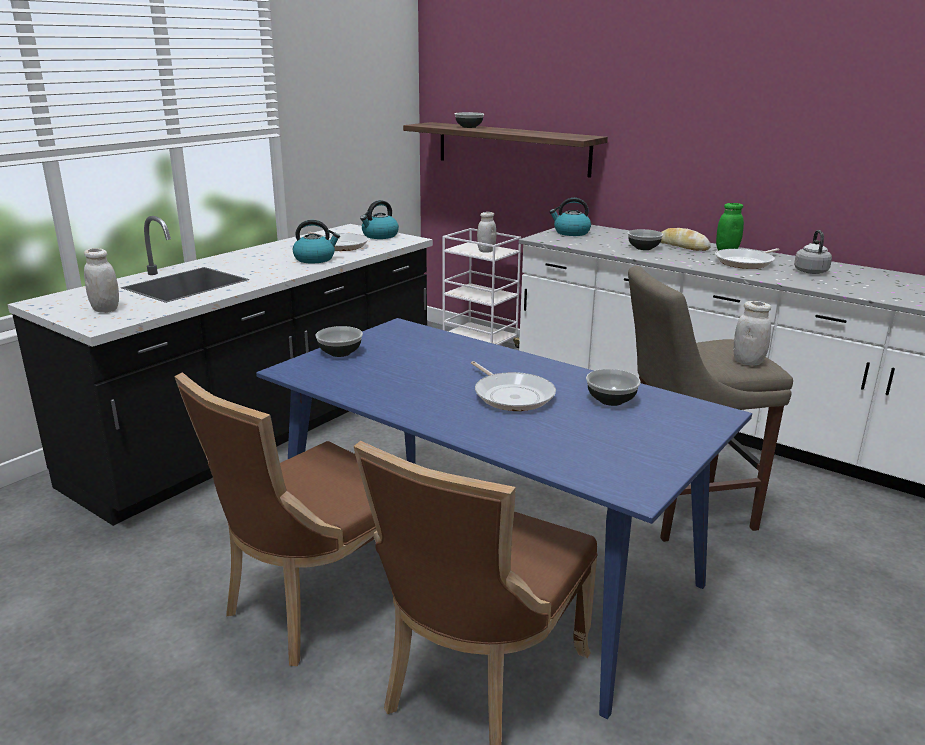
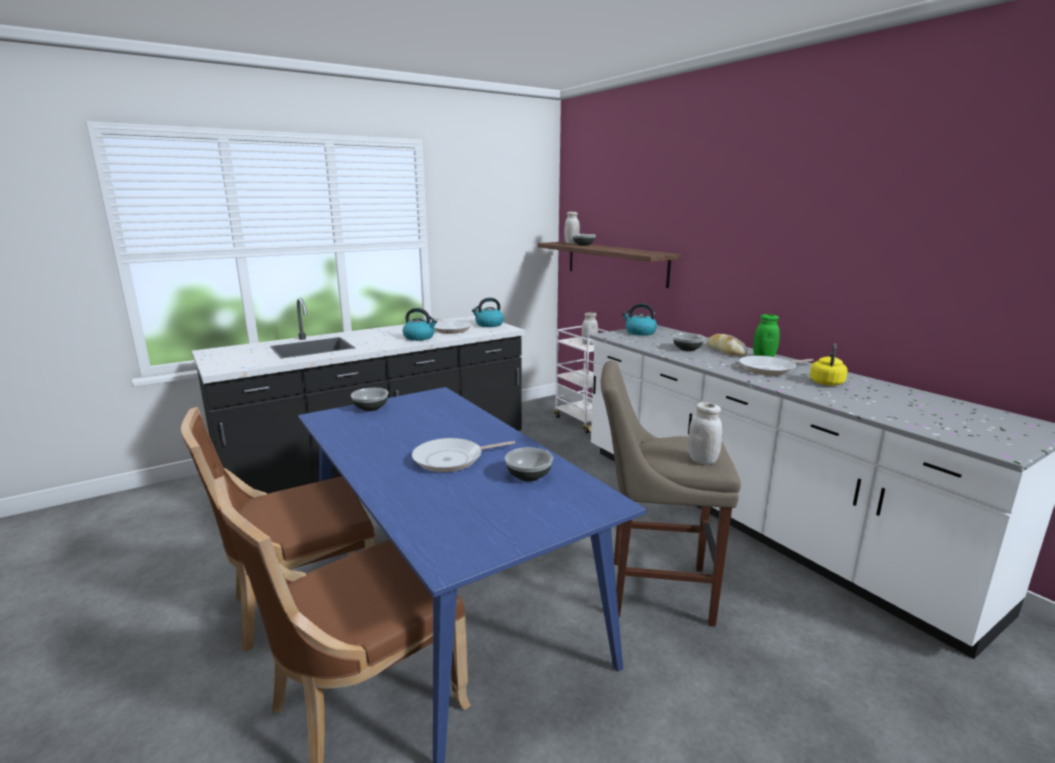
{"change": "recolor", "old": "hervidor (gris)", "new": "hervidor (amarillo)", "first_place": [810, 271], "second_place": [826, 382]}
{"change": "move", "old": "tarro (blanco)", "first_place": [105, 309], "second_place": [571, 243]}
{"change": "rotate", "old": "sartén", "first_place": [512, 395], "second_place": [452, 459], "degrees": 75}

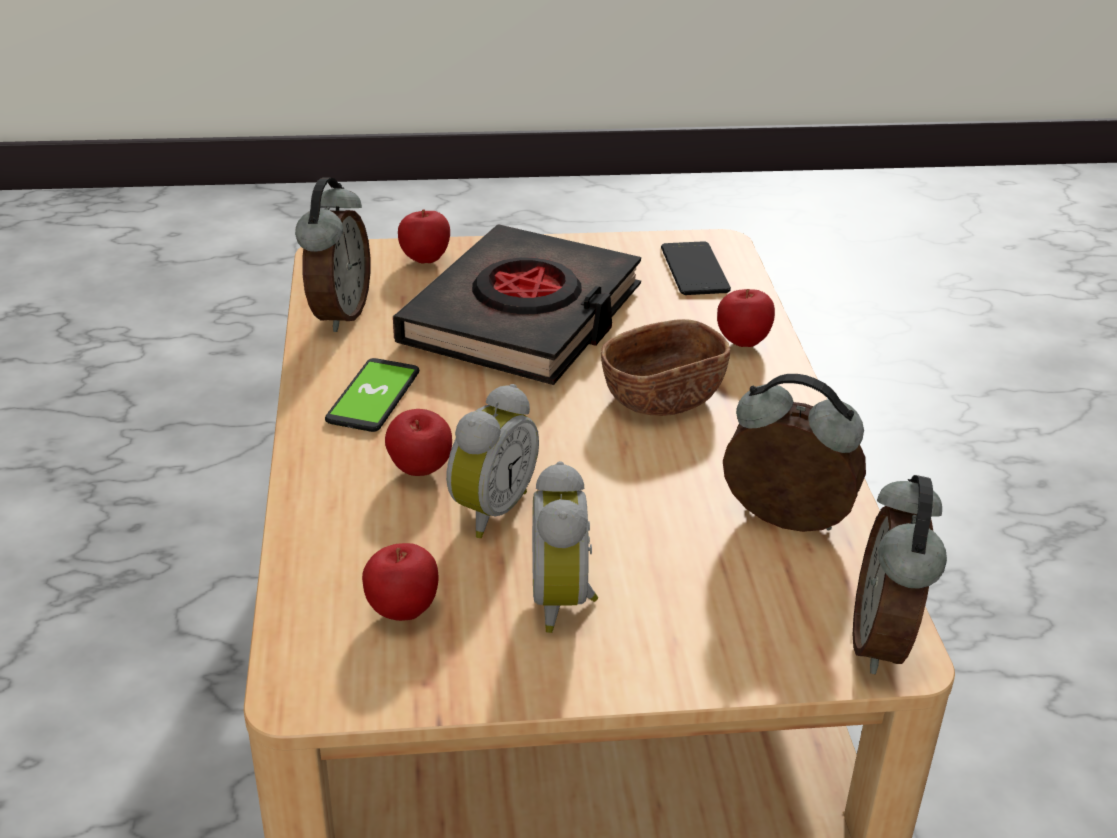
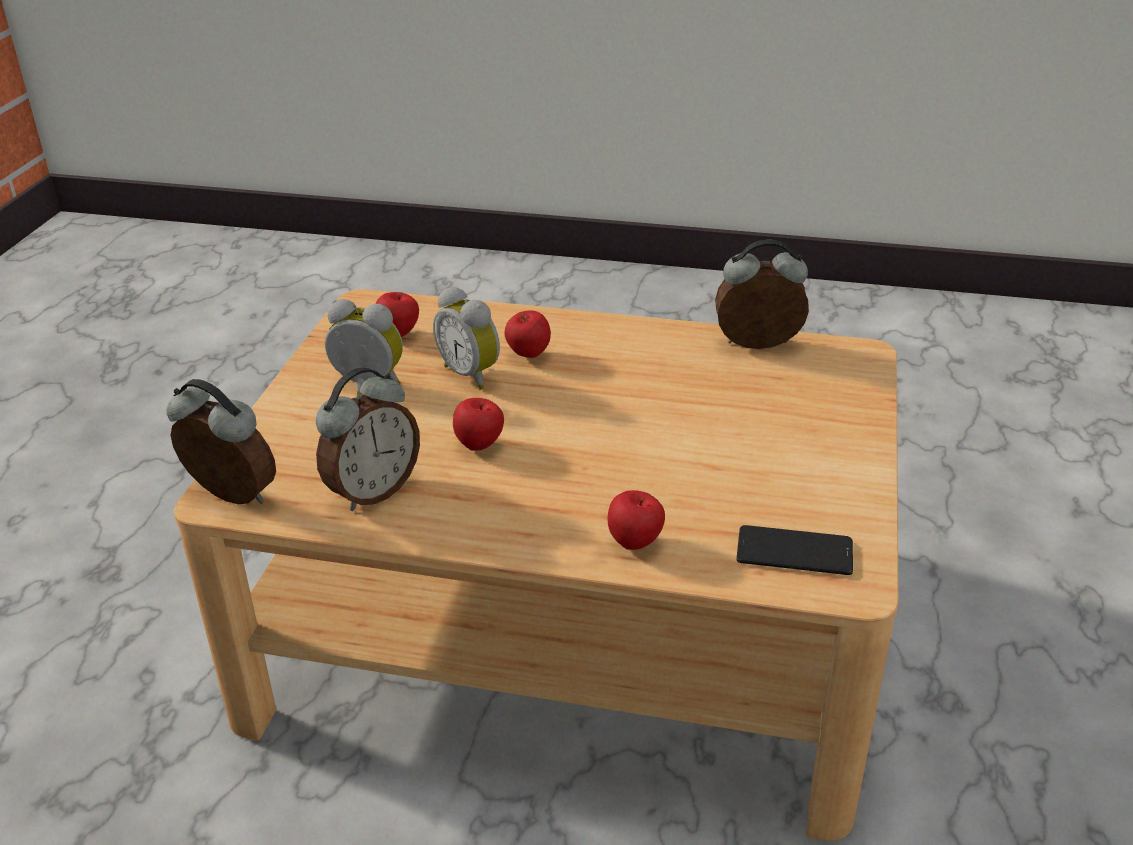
{"change": "rotate", "old": "despertador", "first_place": [337, 314], "second_place": [758, 346], "degrees": 150}
{"change": "move", "old": "manzana", "first_place": [424, 260], "second_place": [480, 446]}
{"change": "delete", "old": "libro (negro)", "first_place": [523, 317]}
{"change": "delete", "old": "cuenco (marrón)", "first_place": [662, 397]}
{"change": "delete", "old": "móvil", "first_place": [373, 397]}

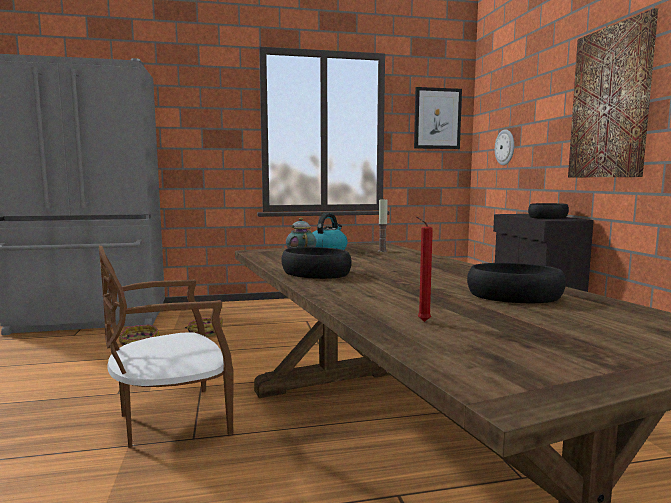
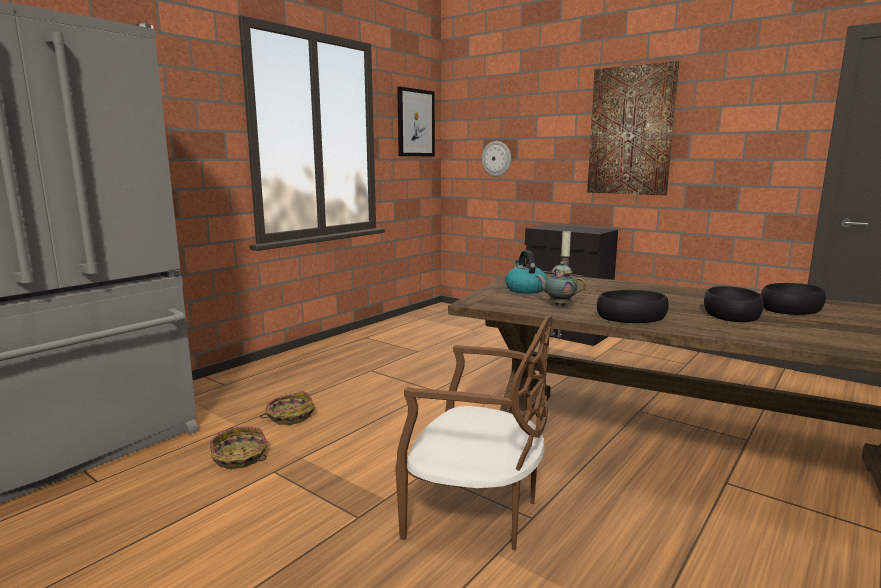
{"change": "move", "old": "cuenco (negro)", "first_place": [548, 217], "second_place": [732, 314]}
{"change": "delete", "old": "vela (rojo)", "first_place": [422, 321]}
{"change": "rotate", "old": "silla (marrón)", "first_place": [171, 420], "second_place": [476, 513], "degrees": -90}

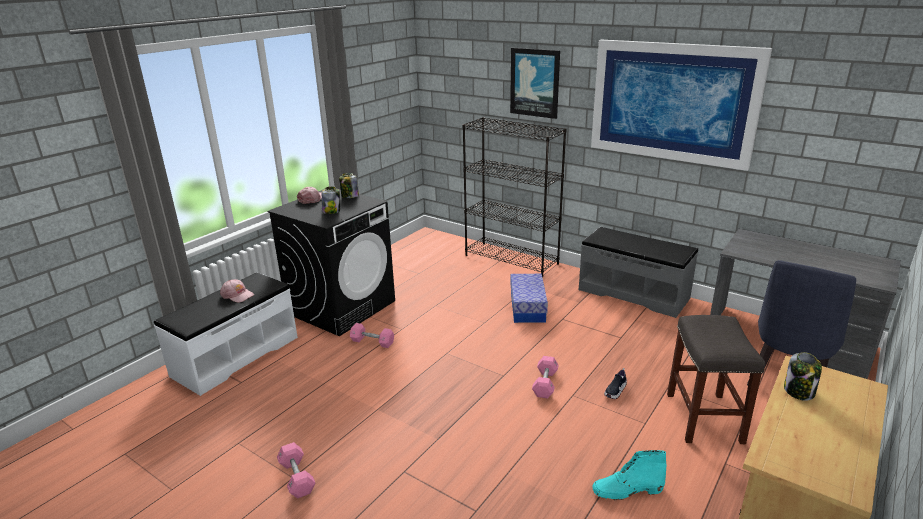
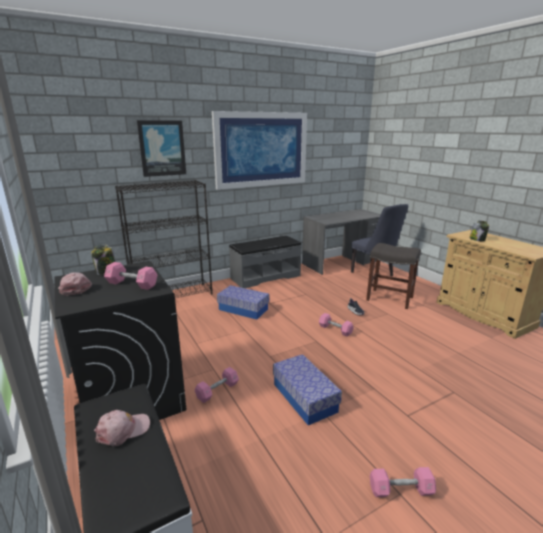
{"change": "replace", "old": "tarro", "new": "mancuerna (rosa)", "first_place": [331, 211], "second_place": [132, 284]}
{"change": "delete", "old": "bota (turquesa)", "first_place": [627, 490]}
{"change": "insert", "new": "caja de almacenaje", "second_place": [304, 397]}

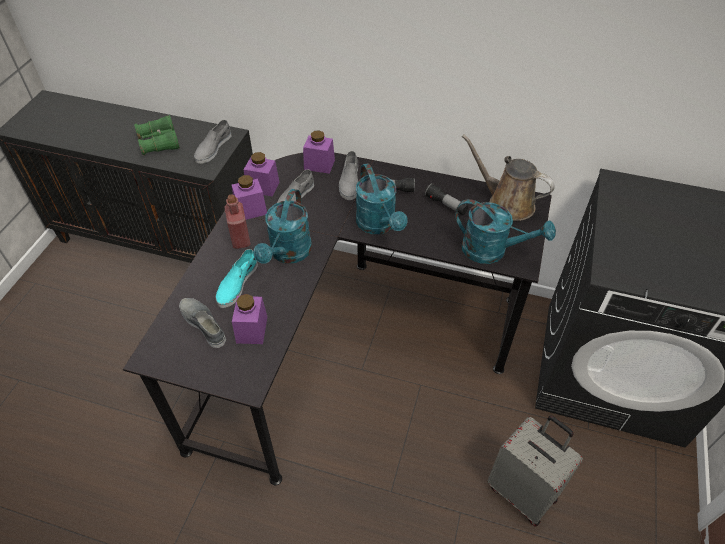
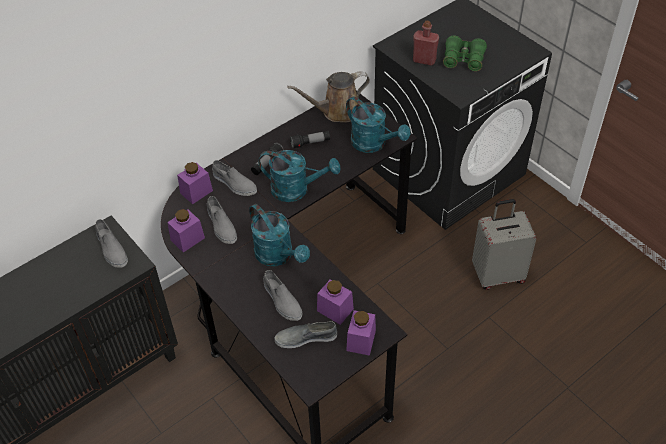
{"change": "move", "old": "prismáticos (verde)", "first_place": [159, 142], "second_place": [463, 60]}
{"change": "move", "old": "tarro (morado)", "first_place": [251, 210], "second_place": [361, 340]}
{"change": "move", "old": "botella (rojo)", "first_place": [240, 239], "second_place": [424, 60]}
{"change": "rotate", "old": "regadera (turquesa)", "first_place": [492, 251], "second_place": [373, 144], "degrees": 75}
{"change": "recolor", "old": "zapato (turquesa)", "new": "zapato (gris)", "first_place": [237, 284], "second_place": [282, 300]}

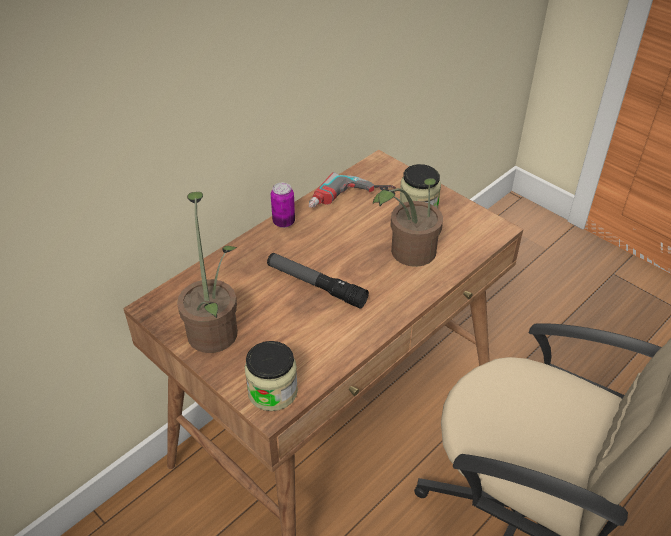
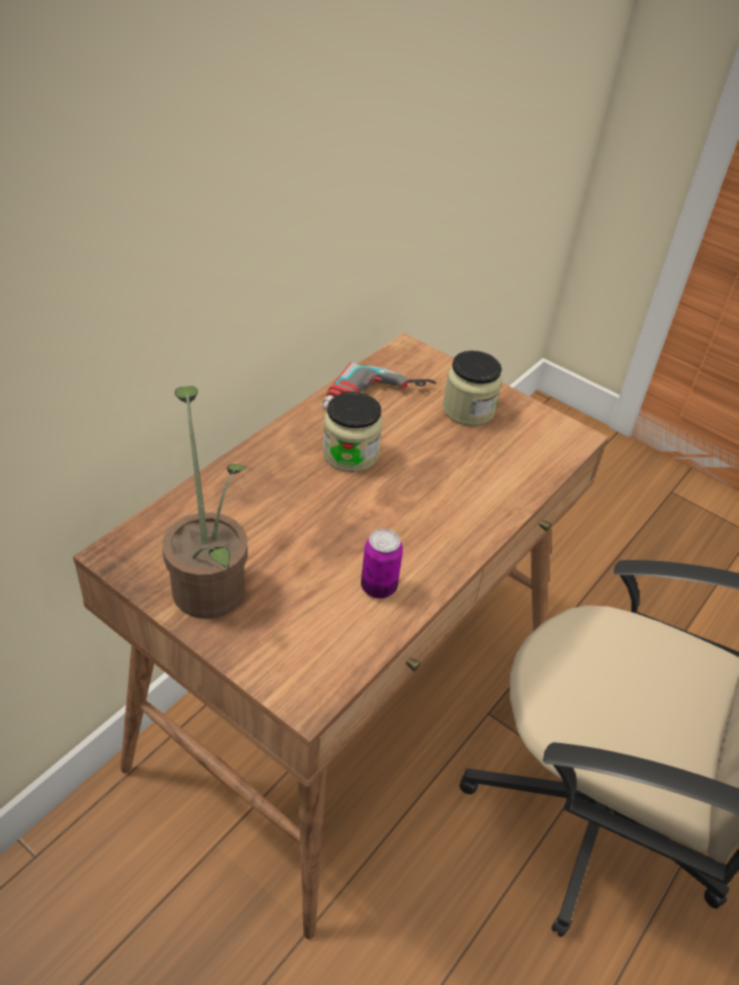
{"change": "delete", "old": "planta en maceta", "first_place": [408, 254]}
{"change": "move", "old": "lata", "first_place": [284, 222], "second_place": [378, 587]}
{"change": "delete", "old": "linterna", "first_place": [316, 285]}
{"change": "move", "old": "tarro", "first_place": [272, 391], "second_place": [350, 454]}

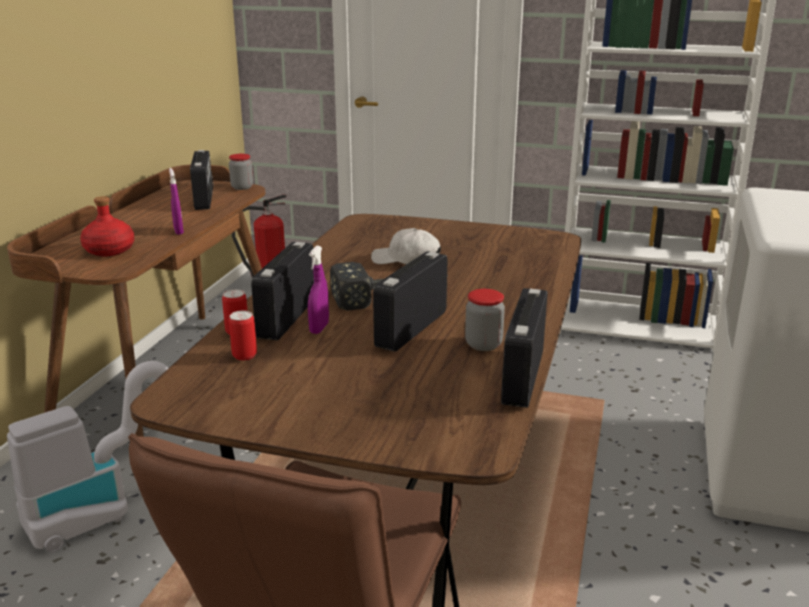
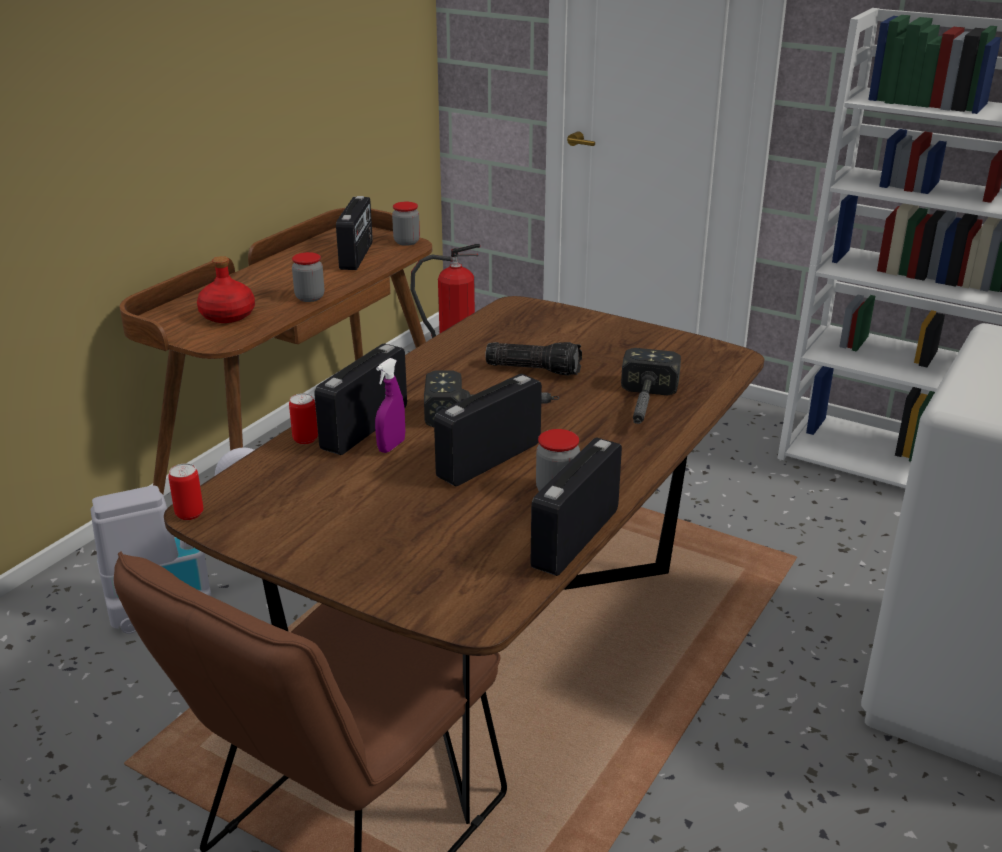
{"change": "replace", "old": "pulverizador (morado)", "new": "tarro", "first_place": [178, 231], "second_place": [310, 297]}
{"change": "replace", "old": "gorra (blanco)", "new": "linterna", "first_place": [406, 260], "second_place": [534, 369]}
{"change": "move", "old": "lata", "first_place": [244, 356], "second_place": [189, 514]}
{"change": "insert", "new": "martillo", "second_place": [644, 408]}

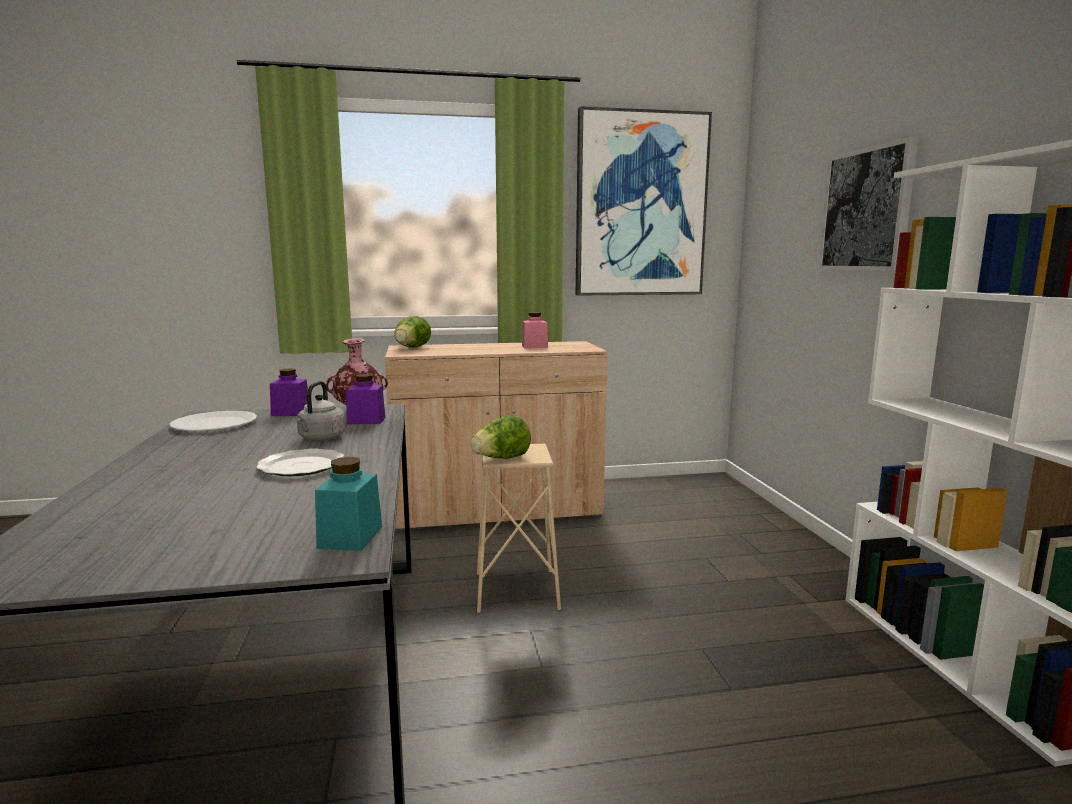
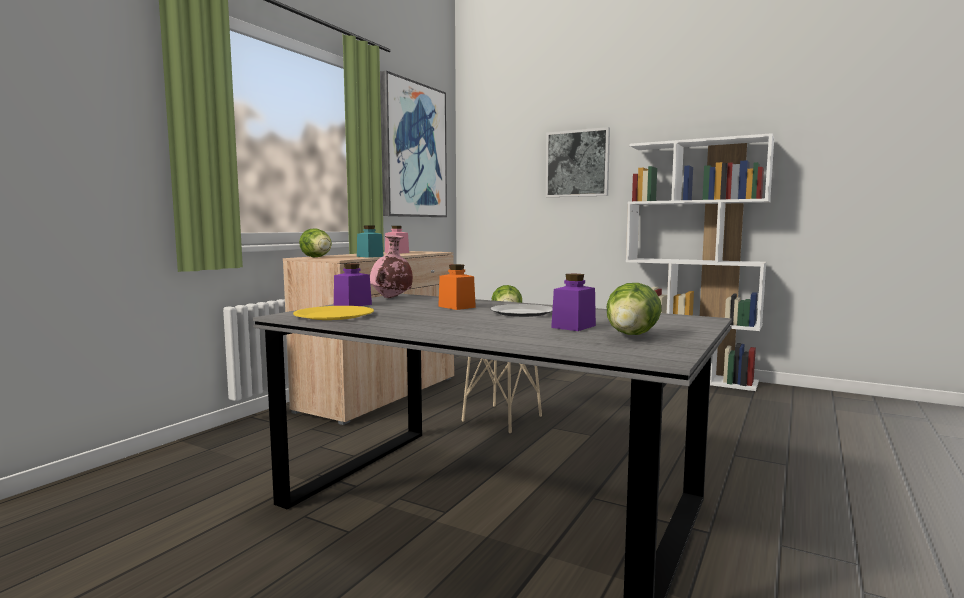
{"change": "move", "old": "tarro (morado)", "first_place": [366, 420], "second_place": [573, 326]}
{"change": "replace", "old": "hervidor (gris)", "new": "tarro (naranja)", "first_place": [320, 438], "second_place": [456, 307]}
{"change": "recolor", "old": "plato (blanco)", "new": "plato (amarillo)", "first_place": [214, 424], "second_place": [334, 315]}
{"change": "move", "old": "tarro (turquesa)", "first_place": [350, 537], "second_place": [370, 256]}
{"change": "insert", "new": "lechuga", "second_place": [631, 336]}

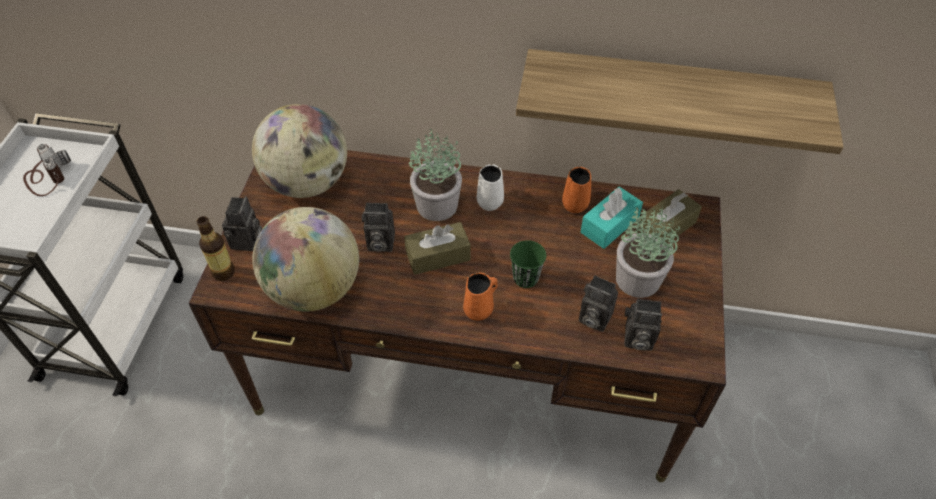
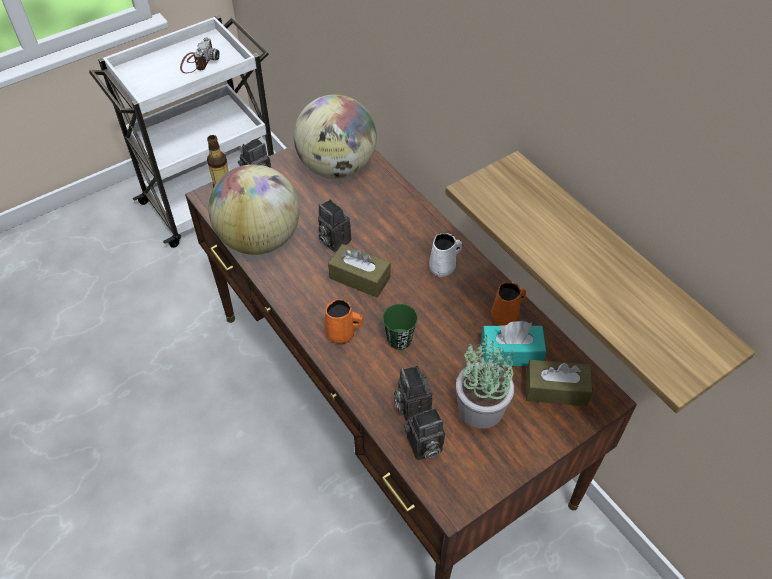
{"change": "delete", "old": "planta en maceta", "first_place": [438, 205]}
{"change": "rotate", "old": "cámara", "first_place": [636, 339], "second_place": [423, 447], "degrees": -75}

